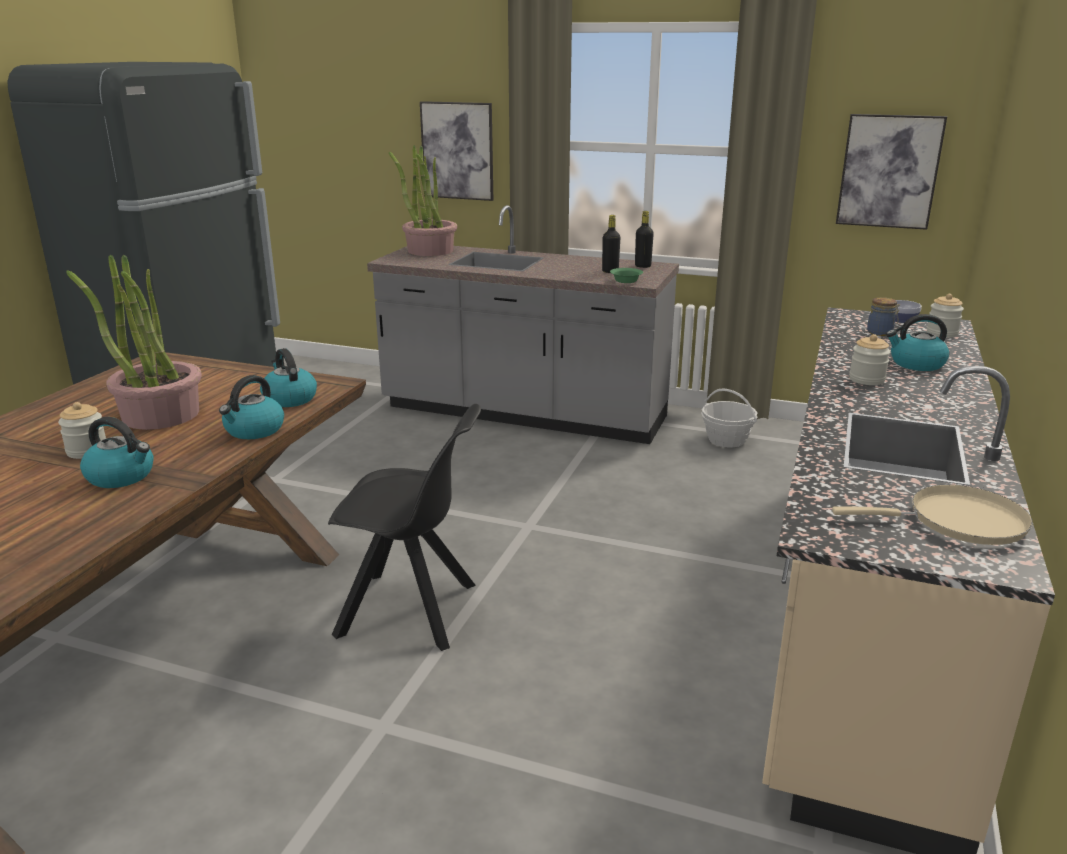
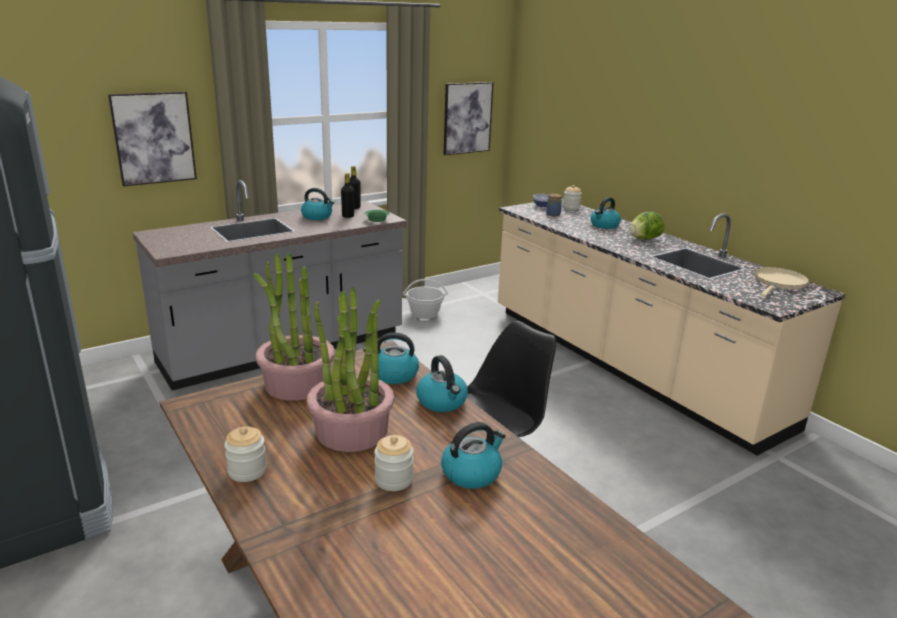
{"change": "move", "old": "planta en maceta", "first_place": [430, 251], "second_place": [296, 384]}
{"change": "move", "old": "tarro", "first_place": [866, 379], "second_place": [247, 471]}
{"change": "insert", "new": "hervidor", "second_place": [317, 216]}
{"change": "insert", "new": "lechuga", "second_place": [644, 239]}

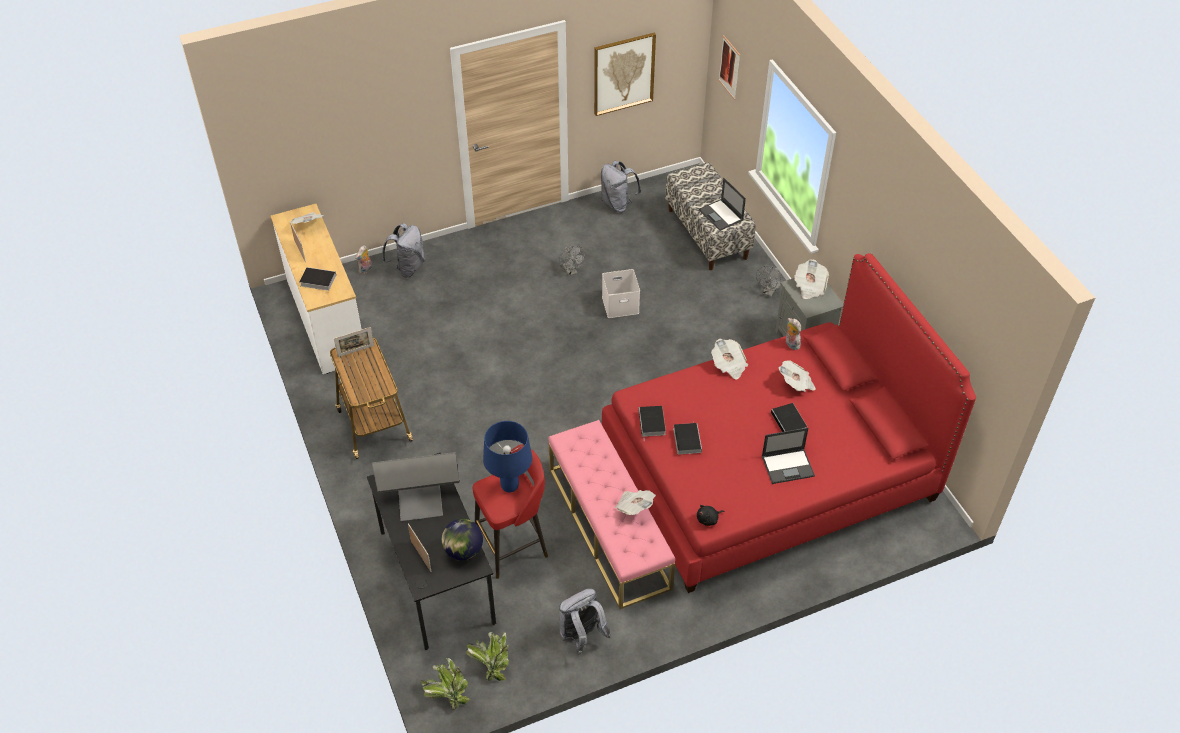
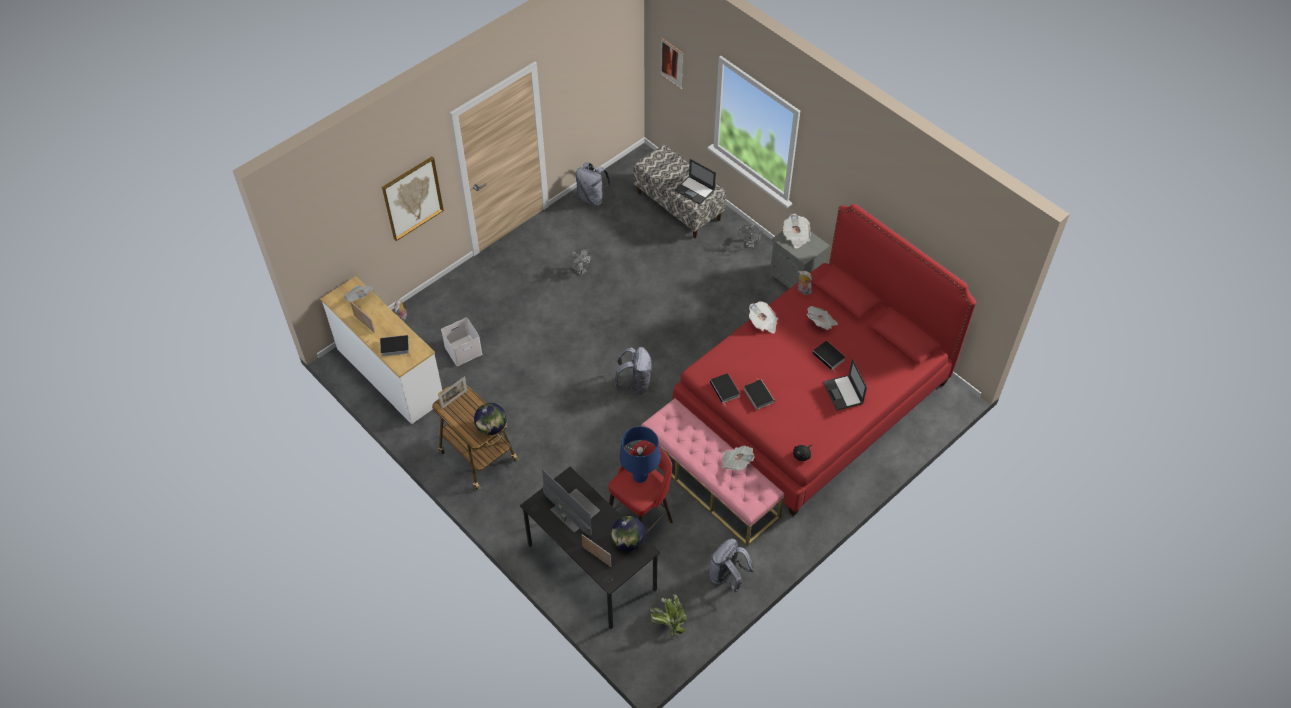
{"change": "move", "old": "cuadro", "first_place": [623, 73], "second_place": [412, 198]}
{"change": "move", "old": "mochila (gris)", "first_place": [408, 267], "second_place": [635, 384]}
{"change": "move", "old": "caja de almacenaje (blanco)", "first_place": [621, 304], "second_place": [463, 349]}
{"change": "rotate", "old": "portátil", "first_place": [788, 466], "second_place": [843, 393], "degrees": 105}
{"change": "rotate", "old": "monitor", "first_place": [420, 501], "second_place": [574, 511], "degrees": -105}
{"change": "delete", "old": "planta en maceta", "first_place": [446, 694]}
{"change": "insert", "new": "globo terráqueo", "second_place": [491, 427]}

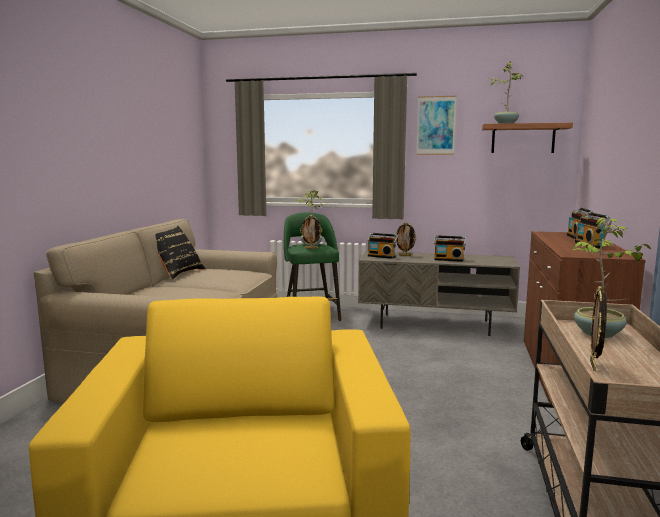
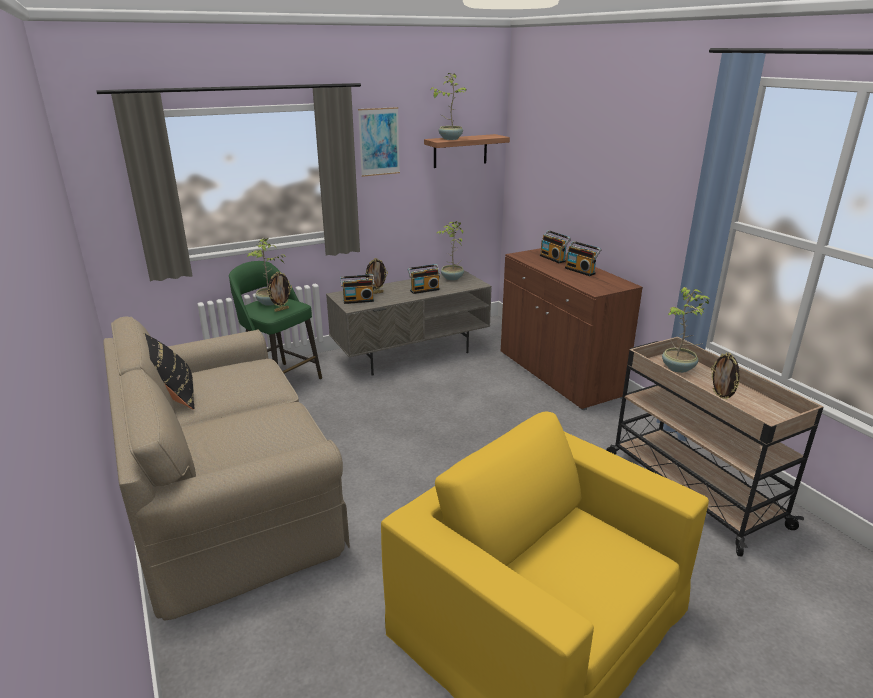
{"change": "insert", "new": "planta en maceta", "second_place": [451, 278]}

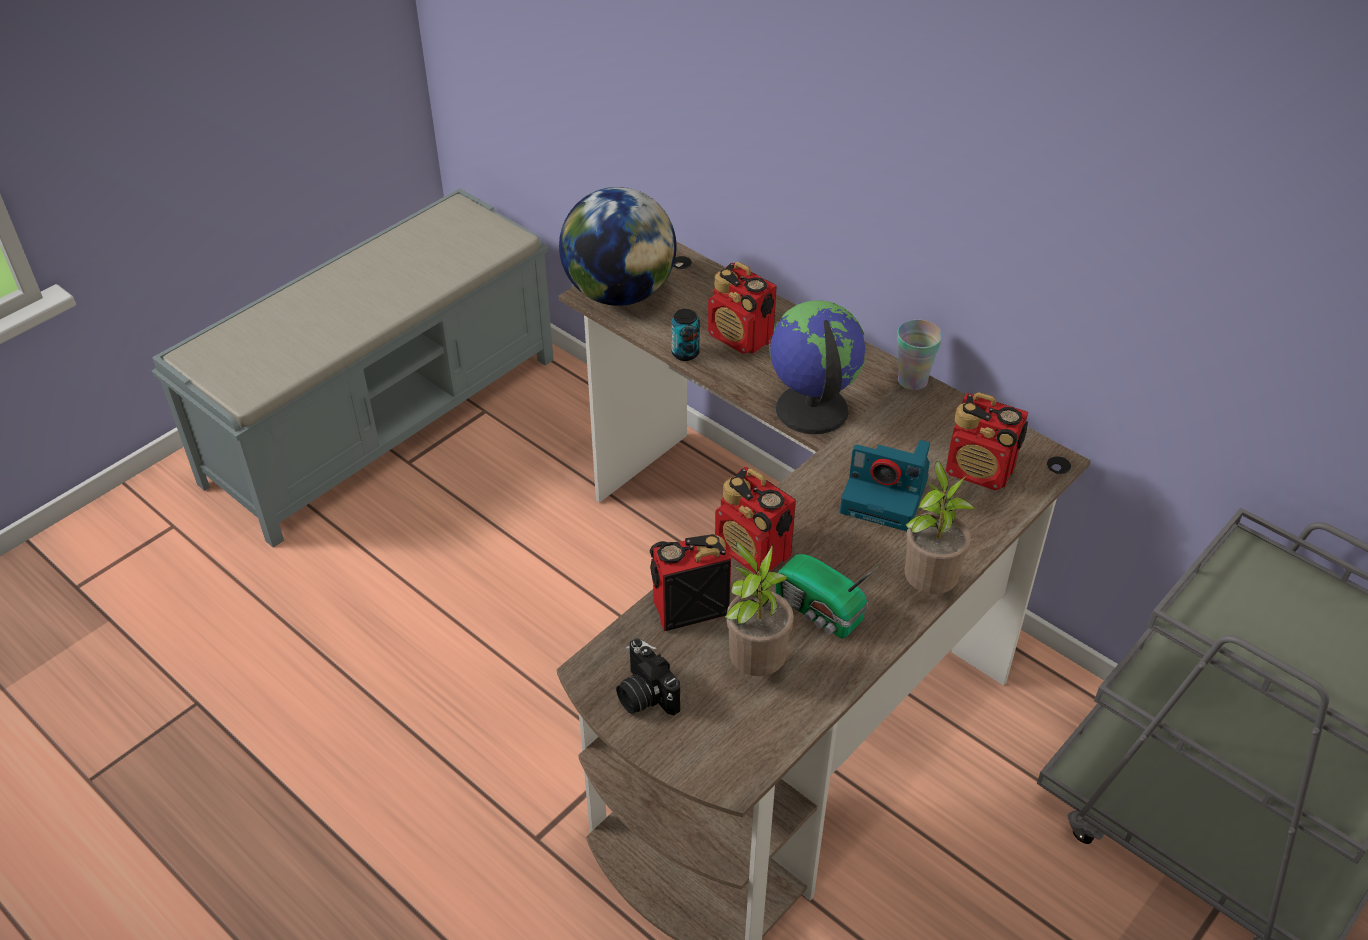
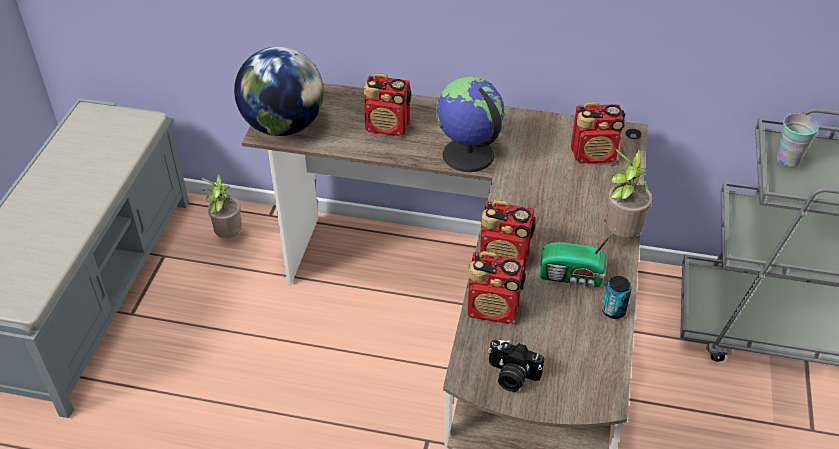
{"change": "move", "old": "lata", "first_place": [685, 353], "second_place": [613, 311]}
{"change": "move", "old": "taza", "first_place": [912, 381], "second_place": [788, 160]}
{"change": "delete", "old": "cámara", "first_place": [886, 496]}
{"change": "rotate", "old": "radio", "first_place": [688, 607], "second_place": [493, 309], "degrees": -120}
{"change": "move", "old": "planta en maceta", "first_place": [754, 665], "second_place": [228, 236]}

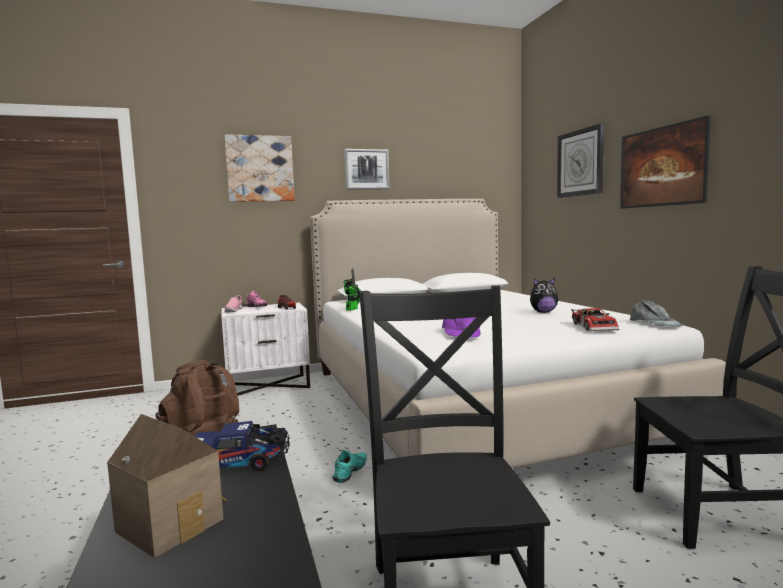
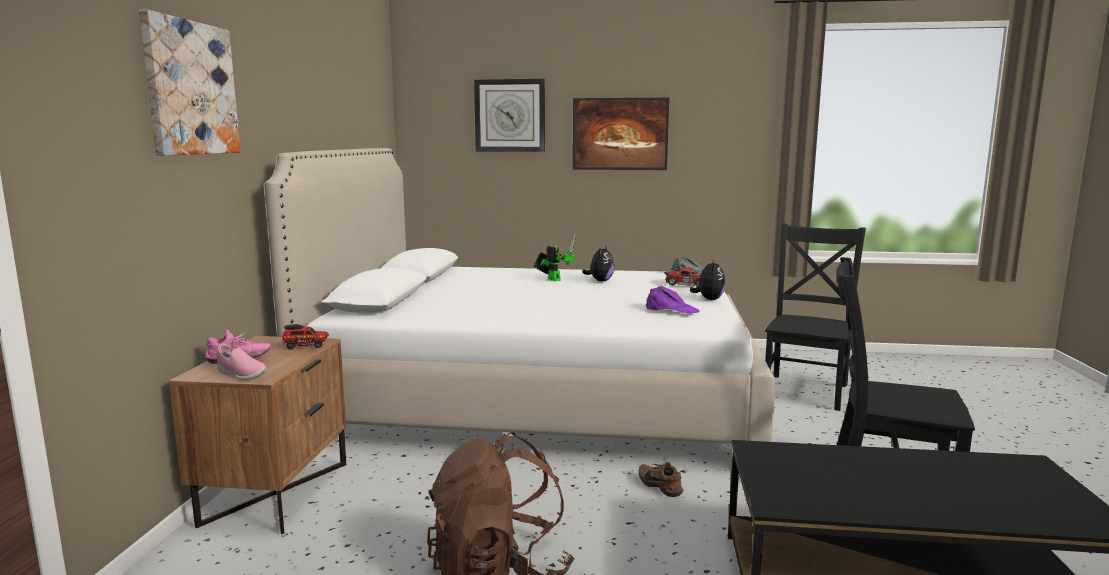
{"change": "delete", "old": "cuadro", "first_place": [366, 169]}
{"change": "move", "old": "robot de juguete", "first_place": [353, 309], "second_place": [553, 279]}
{"change": "recolor", "old": "mesita de noche (blanco)", "new": "mesita de noche (marrón)", "first_place": [268, 385], "second_place": [275, 492]}
{"change": "delete", "old": "casita", "first_place": [174, 523]}
{"change": "delete", "old": "camión de juguete", "first_place": [239, 463]}
{"change": "recolor", "old": "zapato (turquesa)", "new": "zapato (marrón)", "first_place": [351, 473], "second_place": [661, 486]}
{"change": "insert", "new": "peluche", "second_place": [709, 299]}

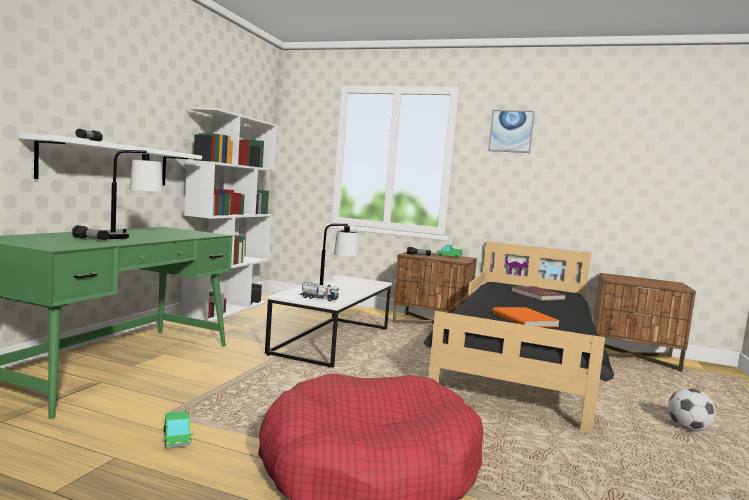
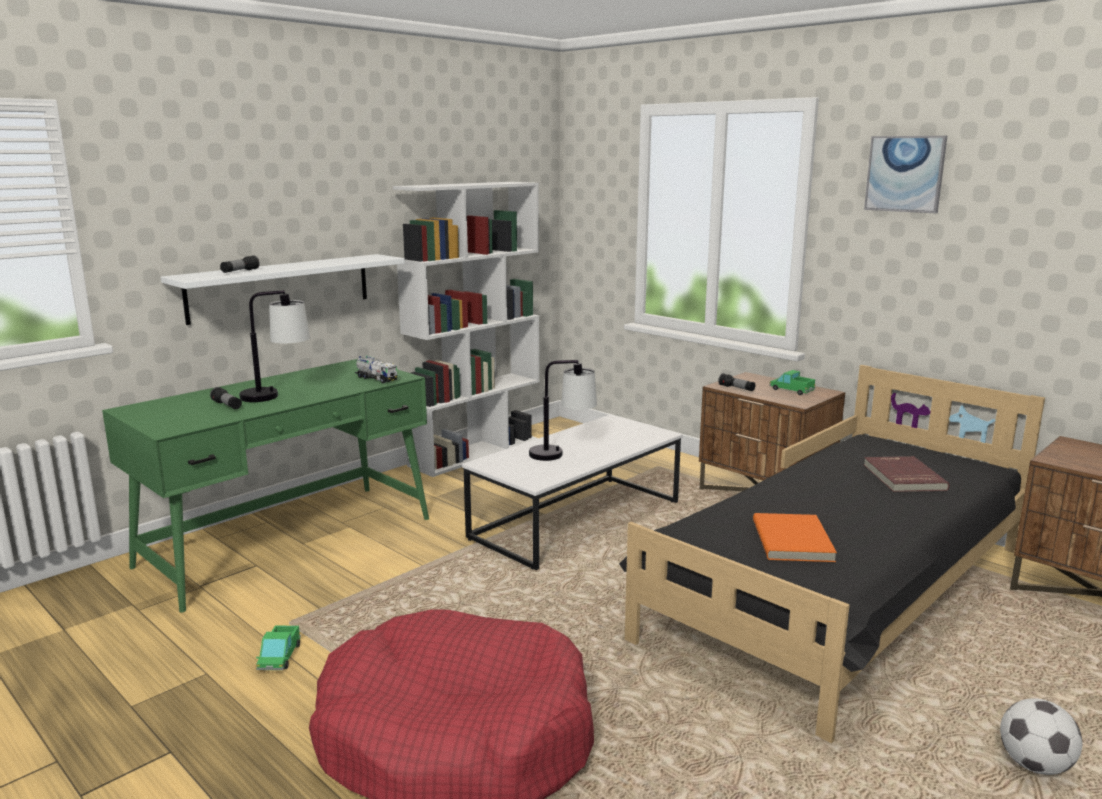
{"change": "move", "old": "camión de juguete", "first_place": [319, 298], "second_place": [376, 379]}

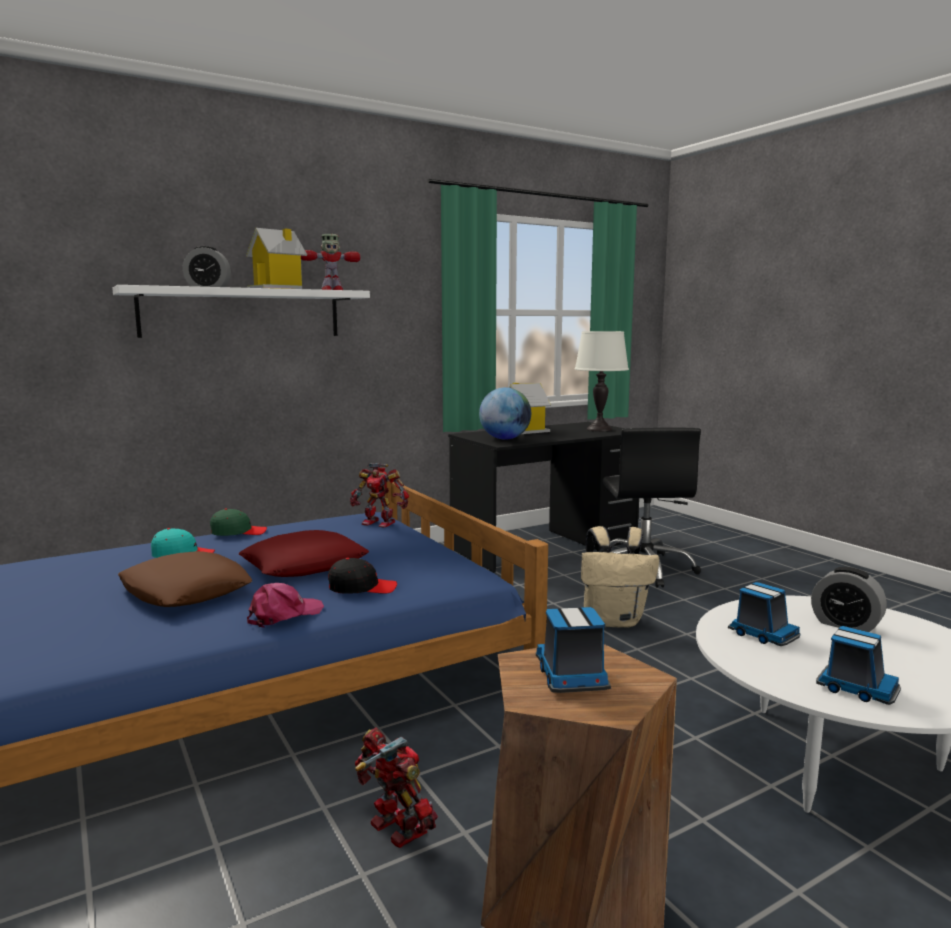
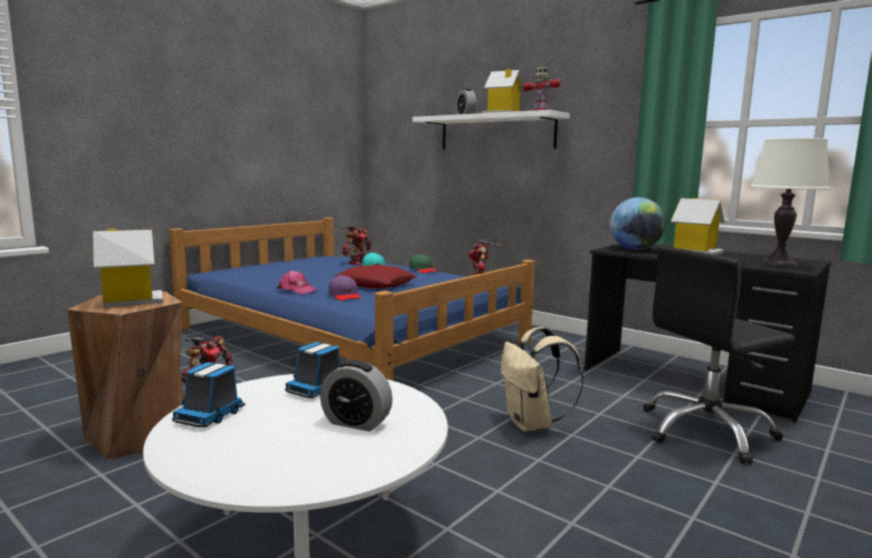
{"change": "delete", "old": "cojín (marrón)", "first_place": [185, 591]}
{"change": "recolor", "old": "gorra (negro)", "new": "gorra (morado)", "first_place": [362, 588], "second_place": [345, 295]}
{"change": "rotate", "old": "despertador", "first_place": [845, 625], "second_place": [356, 422], "degrees": -90}
{"change": "replace", "old": "camión de juguete", "new": "casita", "first_place": [571, 677], "second_place": [130, 300]}
{"change": "insert", "new": "robot de juguete", "second_place": [357, 263]}

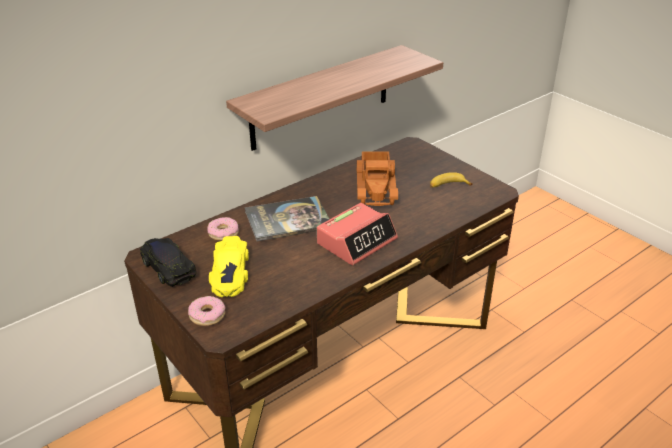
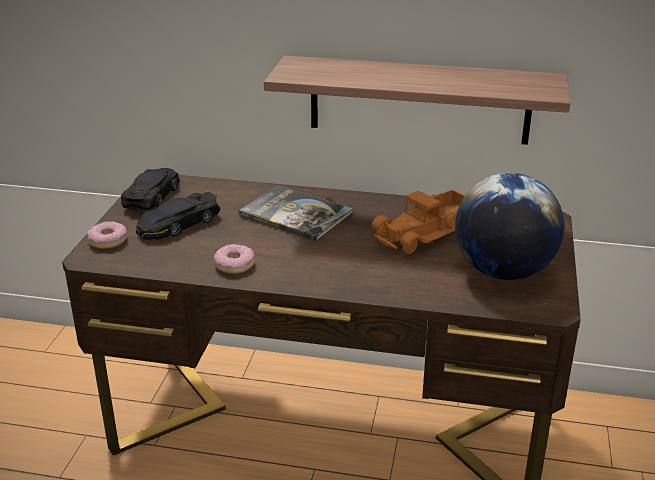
{"change": "replace", "old": "plátano", "new": "globo terráqueo", "first_place": [448, 186], "second_place": [503, 271]}
{"change": "delete", "old": "despertador", "first_place": [357, 241]}
{"change": "move", "old": "rosquilla", "first_place": [223, 233], "second_place": [234, 265]}
{"change": "recolor", "old": "coche de juguete (amarillo)", "new": "coche de juguete (negro)", "first_place": [230, 272], "second_place": [178, 224]}

